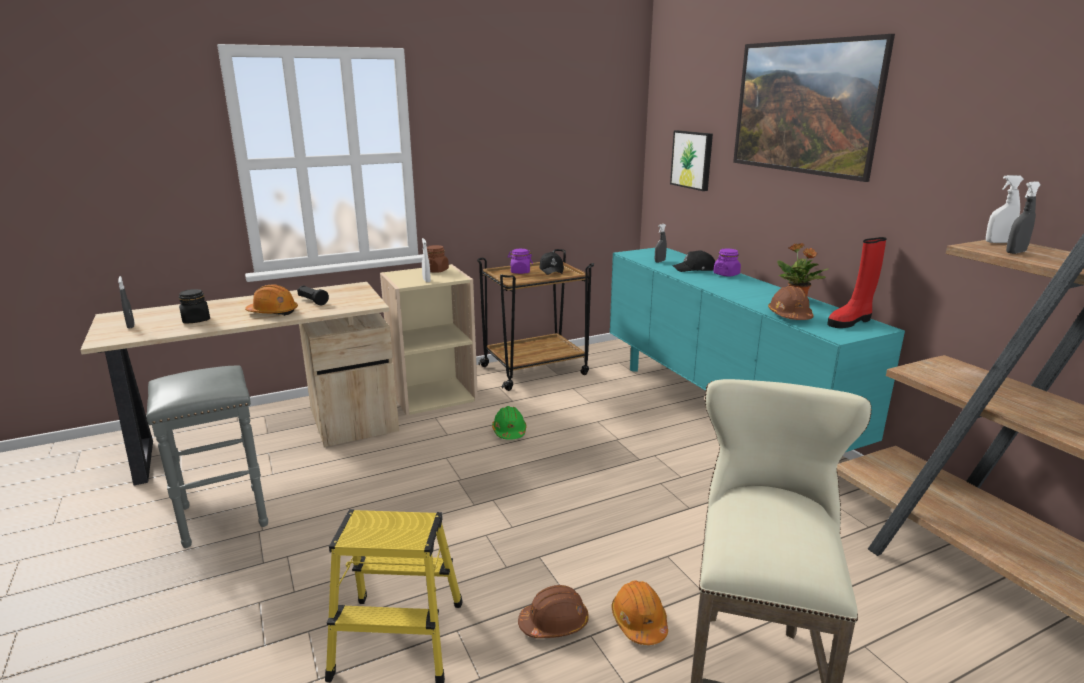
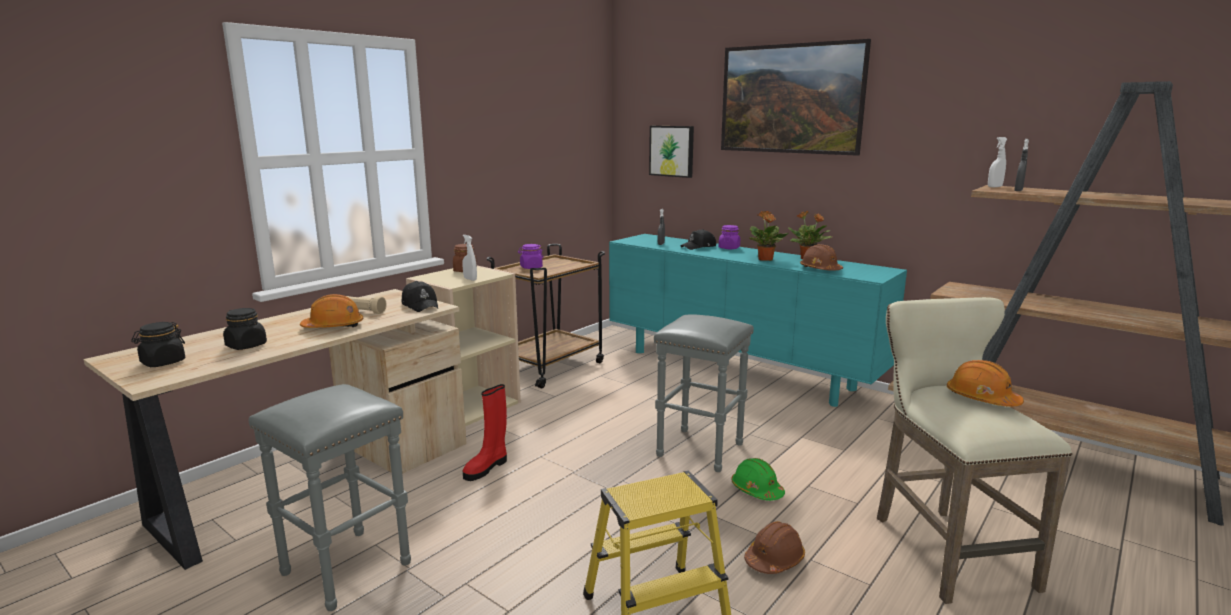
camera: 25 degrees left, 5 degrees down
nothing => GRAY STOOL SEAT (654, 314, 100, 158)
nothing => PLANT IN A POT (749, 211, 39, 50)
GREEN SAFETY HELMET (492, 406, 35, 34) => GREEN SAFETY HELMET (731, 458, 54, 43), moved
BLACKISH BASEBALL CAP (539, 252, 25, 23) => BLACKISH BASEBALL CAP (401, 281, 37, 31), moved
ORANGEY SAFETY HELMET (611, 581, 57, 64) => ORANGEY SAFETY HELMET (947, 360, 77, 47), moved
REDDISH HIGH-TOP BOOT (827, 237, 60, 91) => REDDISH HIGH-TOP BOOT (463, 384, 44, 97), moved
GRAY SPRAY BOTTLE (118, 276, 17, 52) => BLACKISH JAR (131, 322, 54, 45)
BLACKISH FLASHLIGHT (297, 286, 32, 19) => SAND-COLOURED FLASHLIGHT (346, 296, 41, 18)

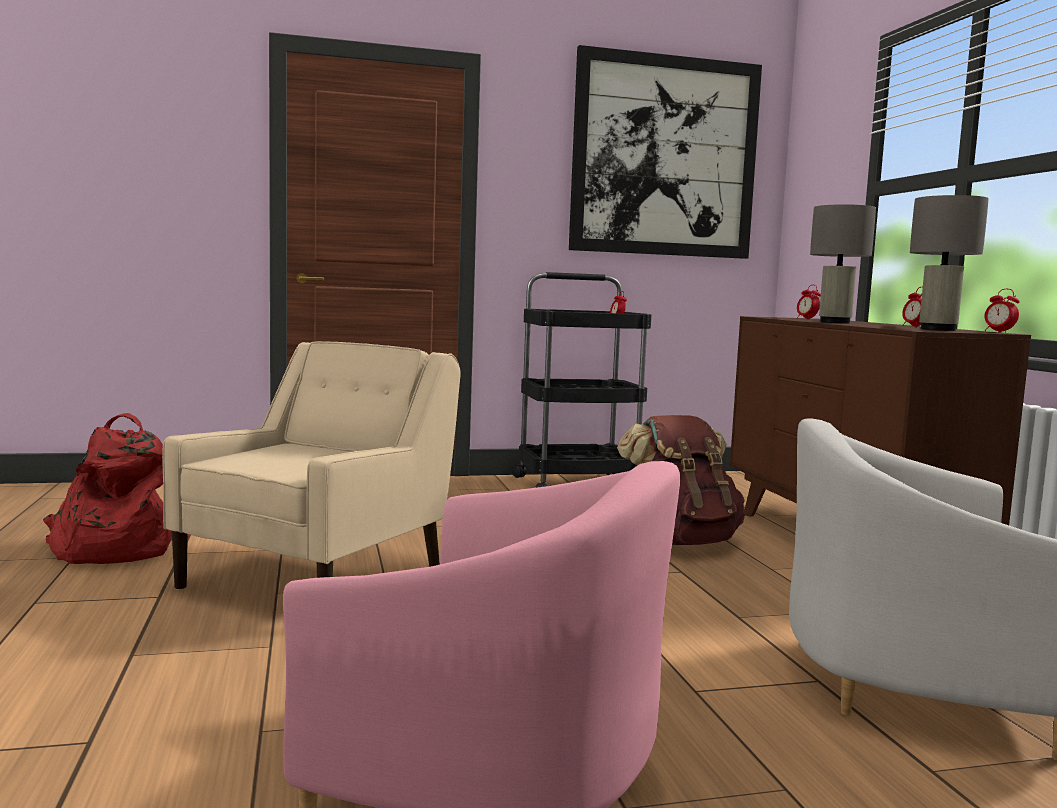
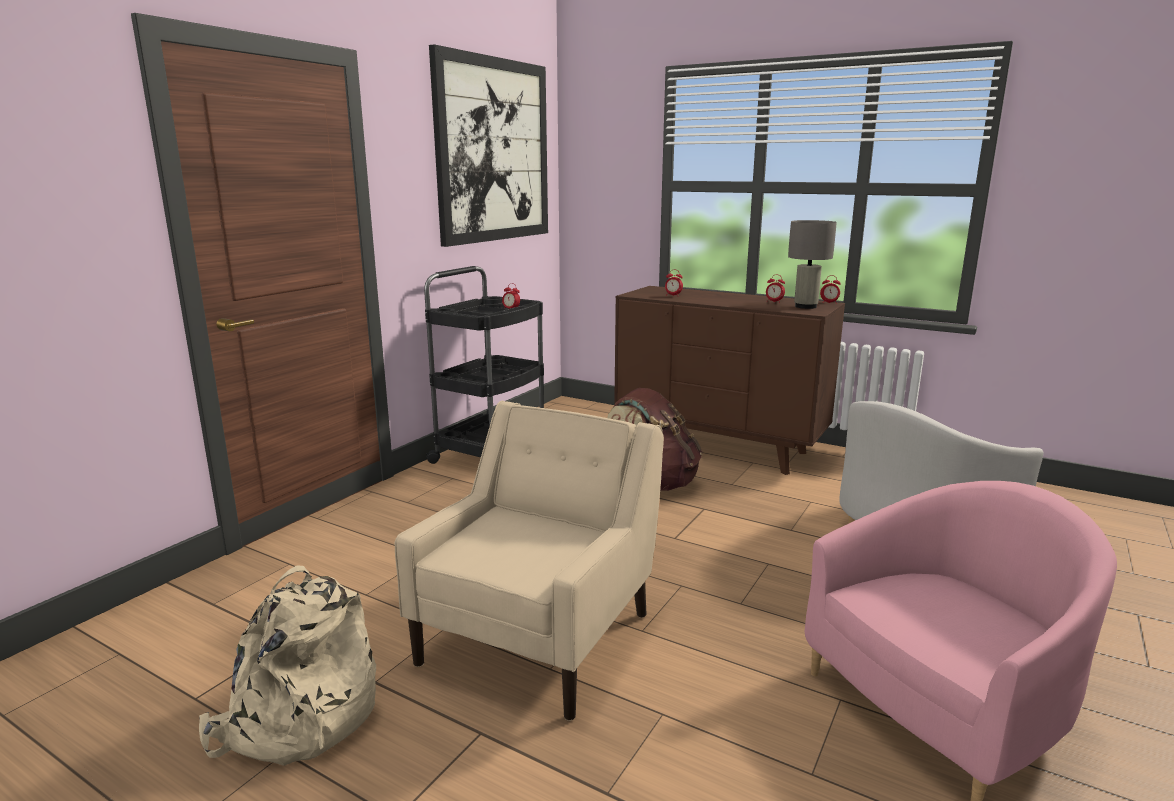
camera: 45 degrees left, 10 degrees up
GRAY TABLE LAMP (810, 204, 66, 120) => nothing
REDDISH KNAPSACK (43, 413, 147, 151) => SAND-COLOURED KNAPSACK (199, 565, 177, 201)
SAND-COLOURED EASY CHAIR (162, 341, 299, 249) => SAND-COLOURED EASY CHAIR (395, 401, 269, 320), 45 degrees clockwise

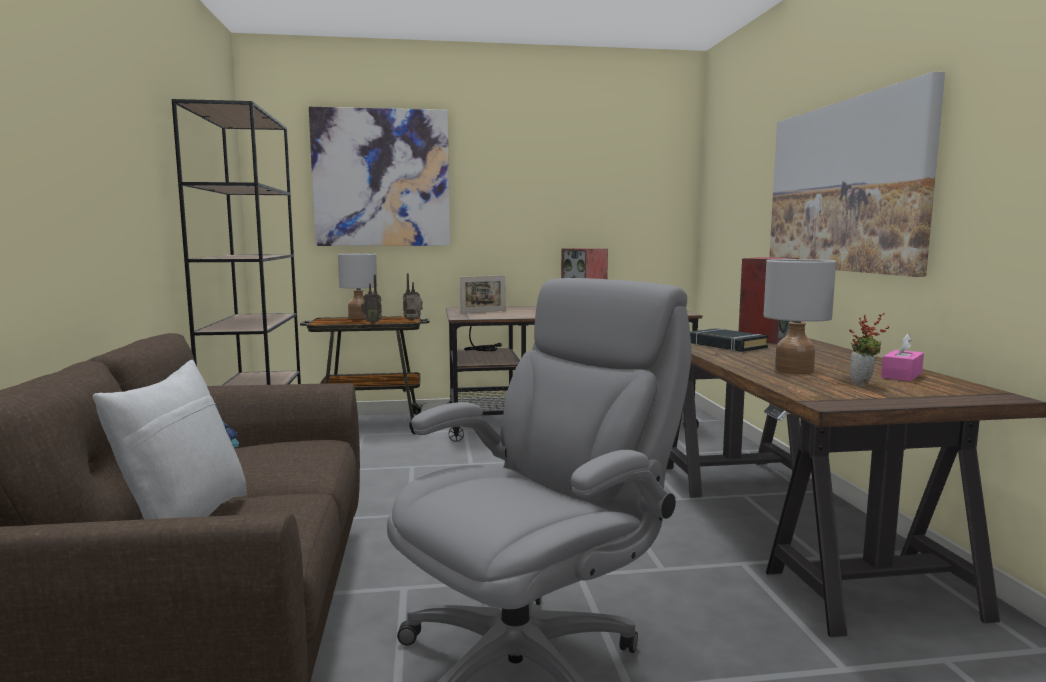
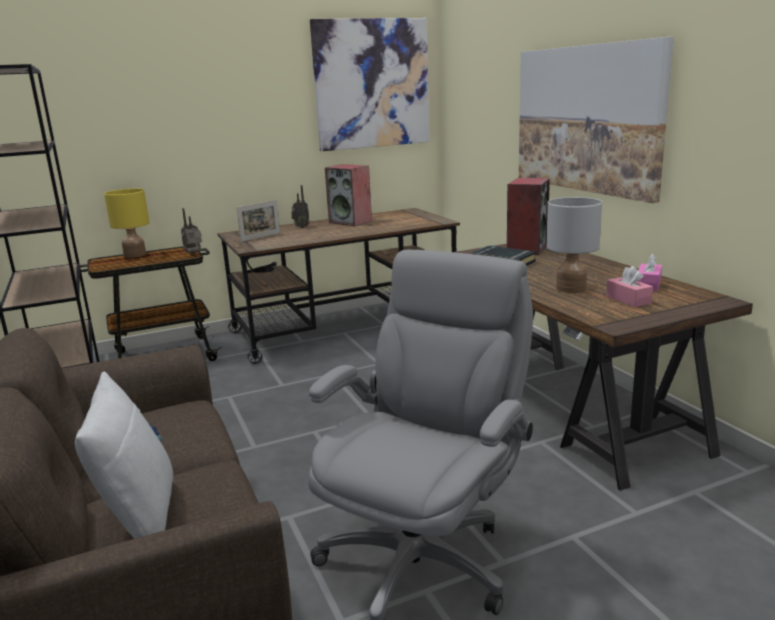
camera: 15 degrees left, 10 degrees up
PICTURE (309, 107, 141, 139) => PICTURE (310, 18, 120, 133), moved
RADIO SET (361, 275, 21, 48) => RADIO SET (291, 185, 19, 43), moved
PLANT IN A POT (849, 313, 41, 74) => PINKISH BOX OF TISSUES (606, 266, 47, 41)
GRAY TABLE LAMP (338, 253, 39, 66) => YELLOW-COLOURED TABLE LAMP (104, 189, 46, 69)

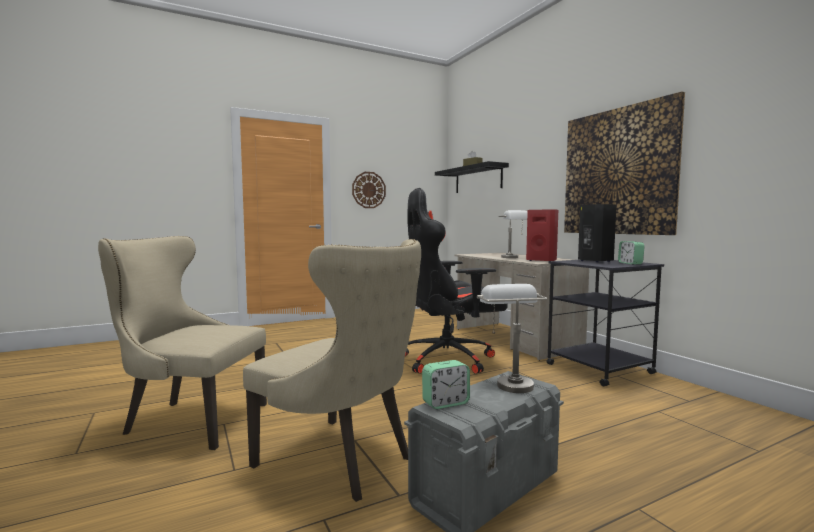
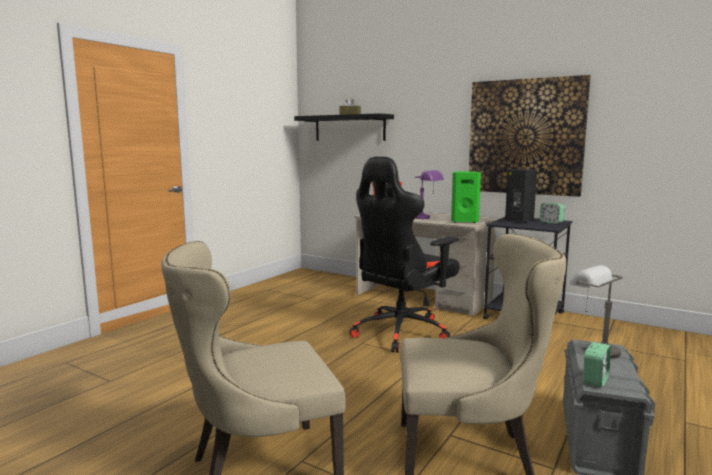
camera: 30 degrees left, 5 degrees up
WALL CLOCK (352, 172, 34, 36) => nothing
GRAY TABLE LAMP (498, 210, 30, 48) => PURPLE TABLE LAMP (415, 170, 29, 49)
REDDISH LOUDSPEAKER (526, 209, 32, 53) => GREEN LOUDSPEAKER (451, 171, 30, 52)

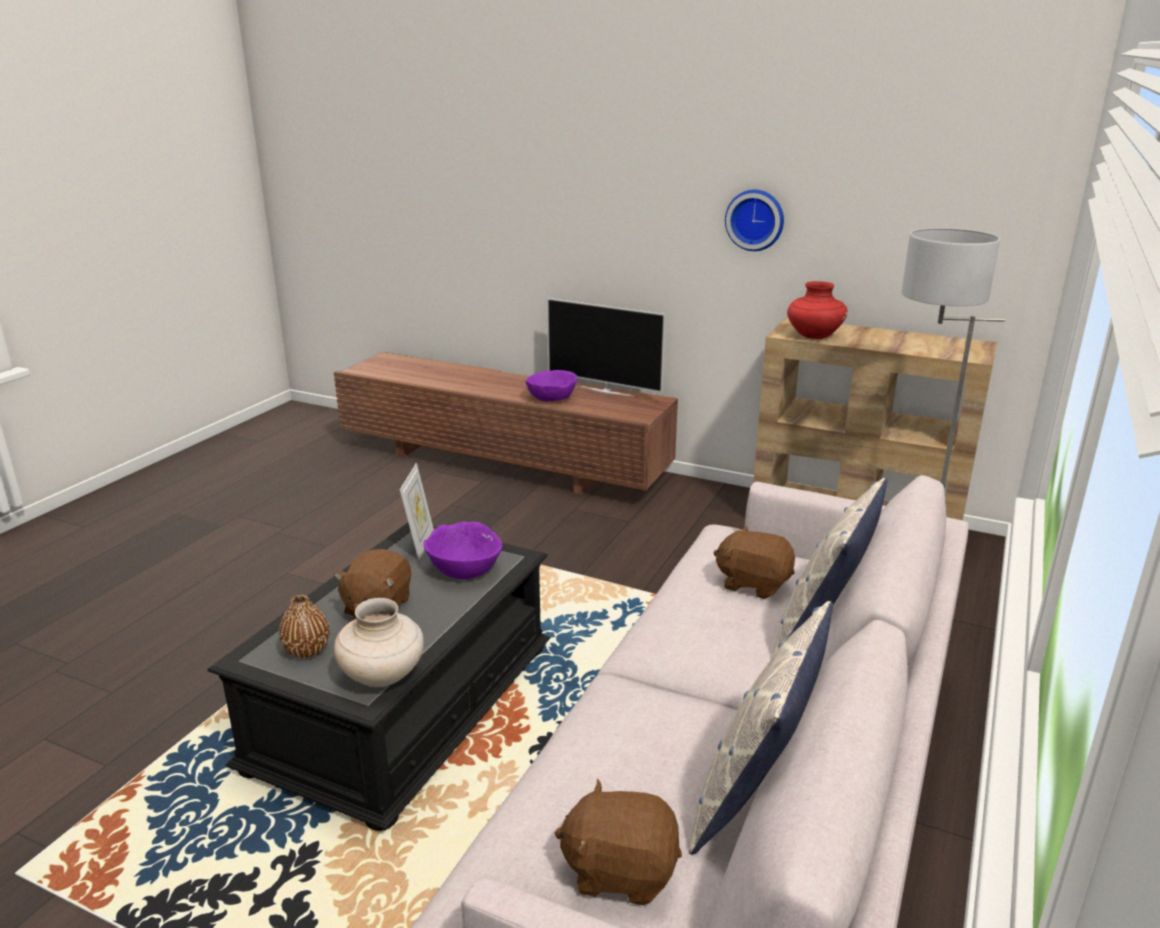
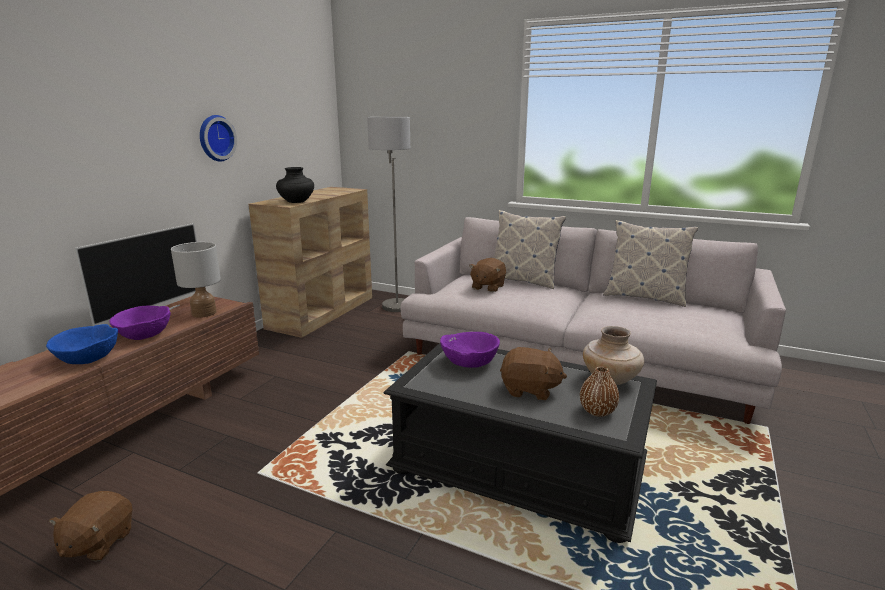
camera: 90 degrees left, 5 degrees down
STANDING FRAME (400, 463, 34, 97) => nothing
nothing => BLUE-COLOURED SERVING BOWL (46, 324, 72, 40)
nothing => GRAY TABLE LAMP (171, 242, 50, 76)
BROWNISH CUDDLY TOY (555, 779, 127, 126) => BROWNISH CUDDLY TOY (49, 491, 84, 71), moved
REDDISH VASE (787, 281, 61, 58) => BLACKISH VASE (276, 167, 38, 36)

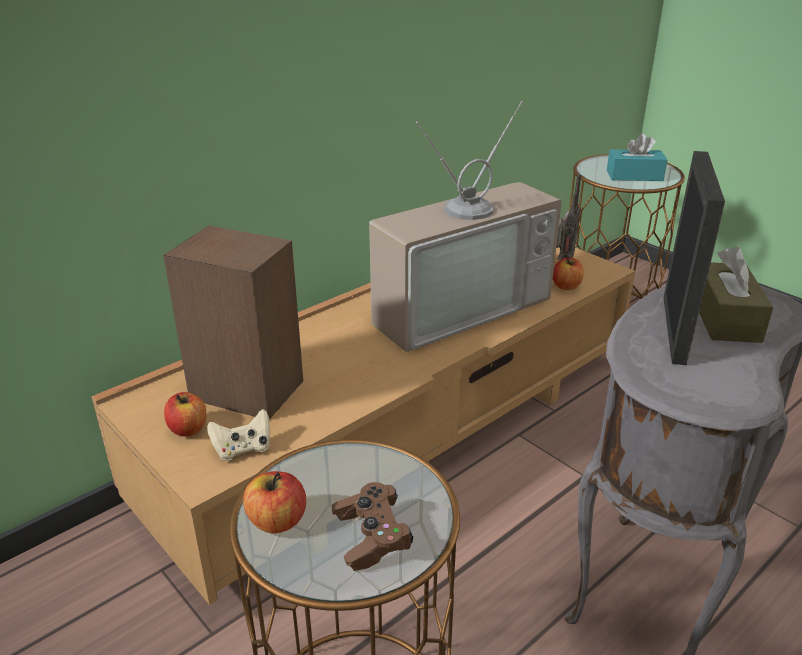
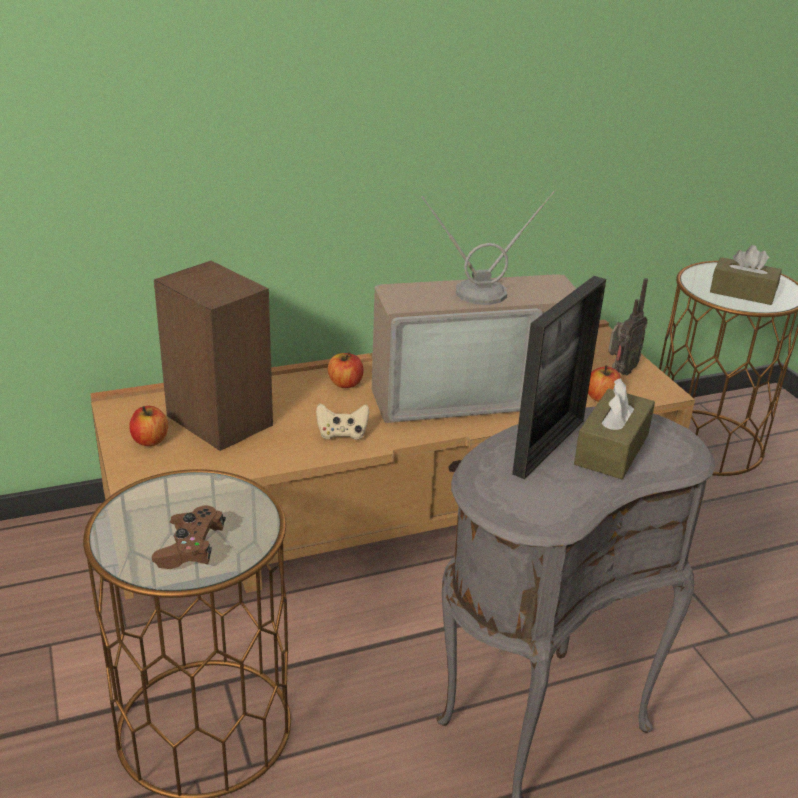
camera: 20 degrees right, 0 degrees up
SAND-COLOURED GAME CONTROLLER (207, 409, 63, 52) => SAND-COLOURED GAME CONTROLLER (316, 403, 53, 37), moved
APPLE (243, 471, 63, 63) => APPLE (328, 352, 36, 36), moved
TURQUOISE BOX OF TISSUES (607, 133, 61, 48) => BROWNISH BOX OF TISSUES (710, 245, 72, 60)

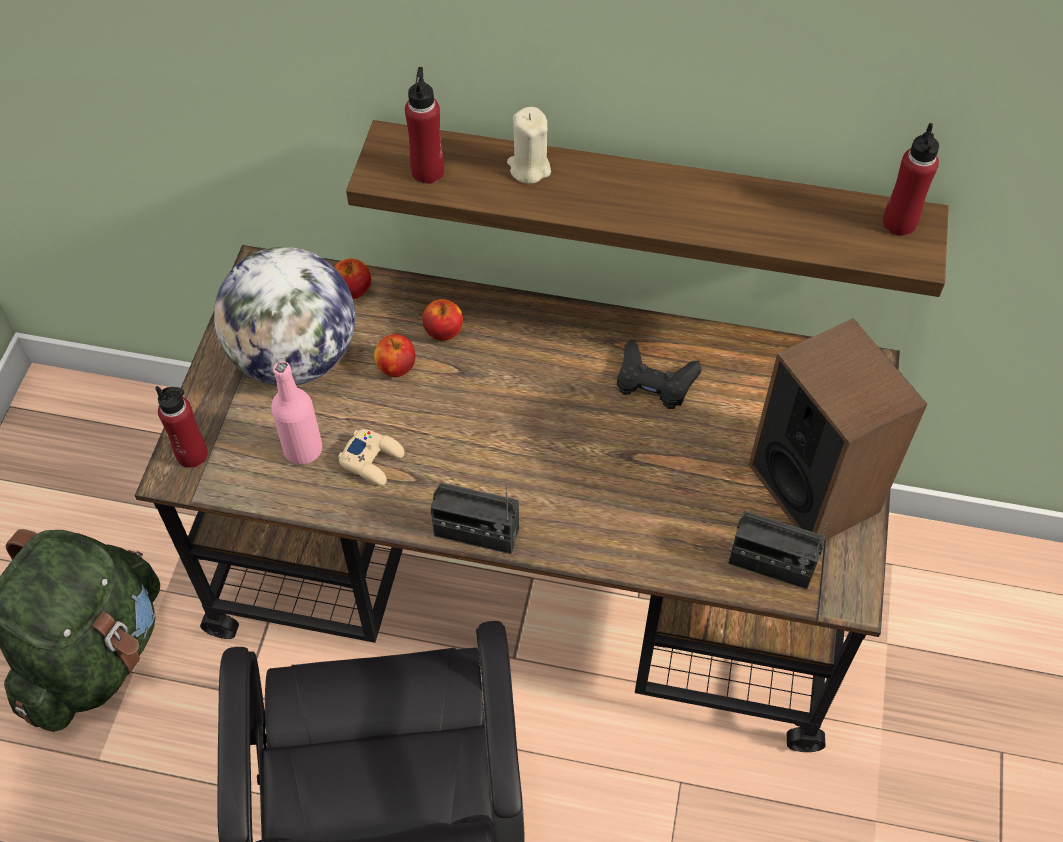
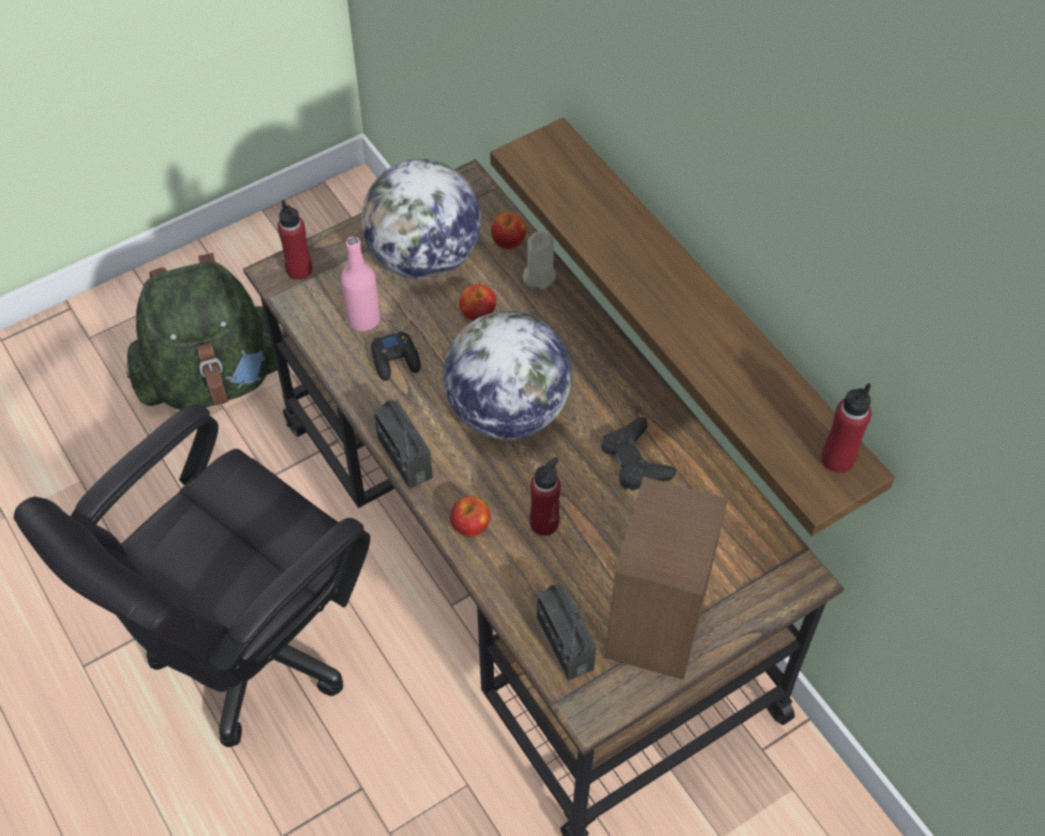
camera: 45 degrees right, 0 degrees up
nothing => GLOBE (443, 311, 129, 129)
REDDISH BEVERAGE BOTTLE (405, 67, 39, 117) => REDDISH BEVERAGE BOTTLE (530, 457, 31, 79), moved
APPLE (422, 299, 41, 42) => APPLE (450, 496, 40, 41), moved
SAND-COLOURED CANDLE (507, 107, 44, 77) => SAND-COLOURED CANDLE (523, 232, 33, 57), moved
SAND-COLOURED GAME CONTROLLER (338, 429, 67, 57) => BLACKISH GAME CONTROLLER (371, 331, 50, 50)

